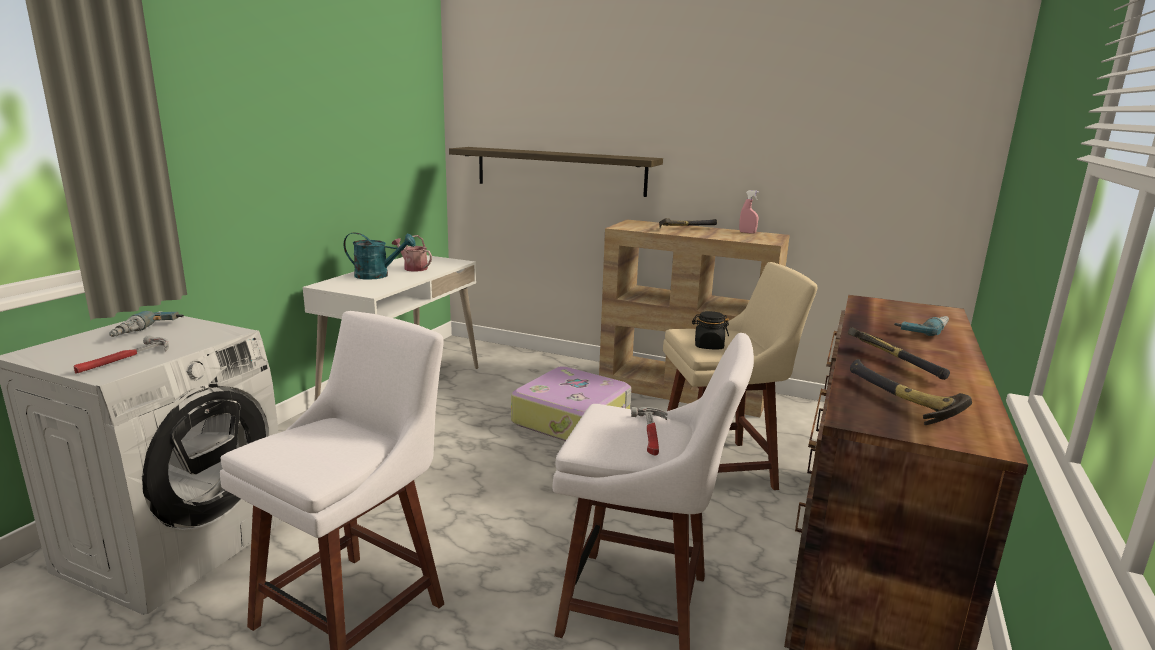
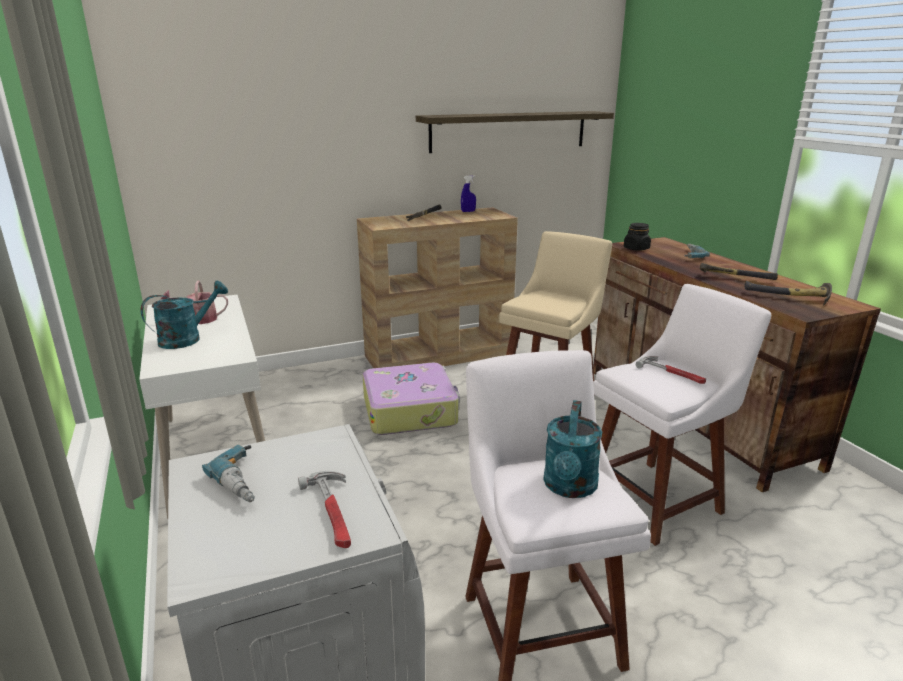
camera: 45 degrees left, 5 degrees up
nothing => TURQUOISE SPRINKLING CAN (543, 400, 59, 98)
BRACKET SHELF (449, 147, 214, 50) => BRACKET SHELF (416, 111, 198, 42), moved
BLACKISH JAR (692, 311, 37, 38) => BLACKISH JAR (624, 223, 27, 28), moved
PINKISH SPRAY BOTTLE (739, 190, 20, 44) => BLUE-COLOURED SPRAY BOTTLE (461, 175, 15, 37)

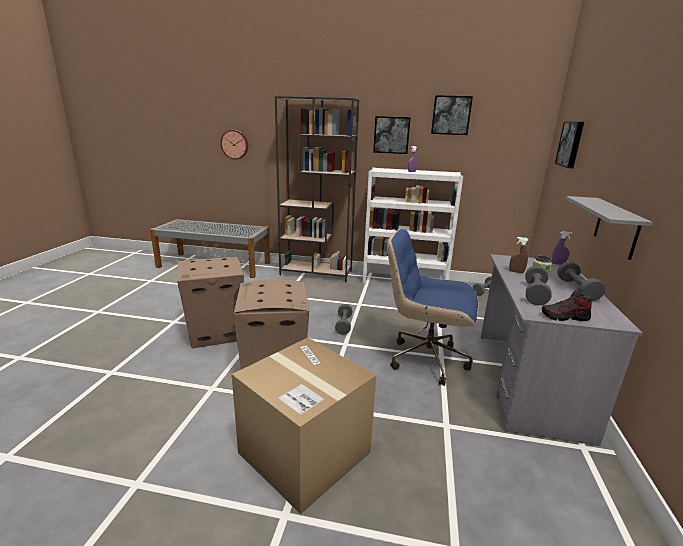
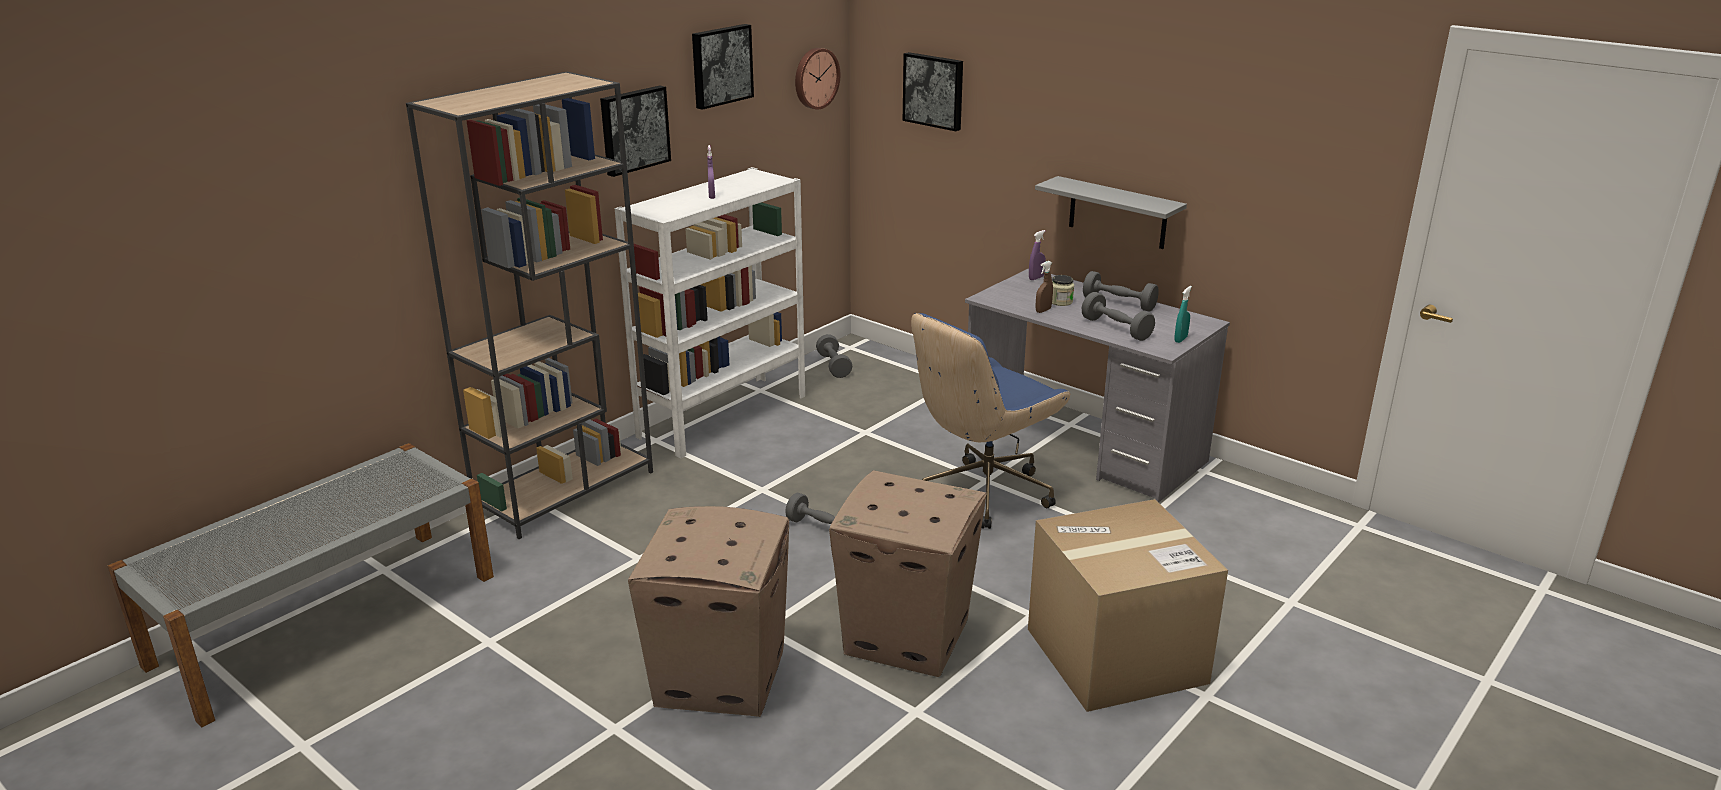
camera: 60 degrees left, 5 degrees up
WALL CLOCK (220, 130, 28, 30) => WALL CLOCK (795, 48, 45, 62), moved
SHOE (542, 289, 50, 32) => TURQUOISE SPRAY BOTTLE (1174, 286, 18, 57)

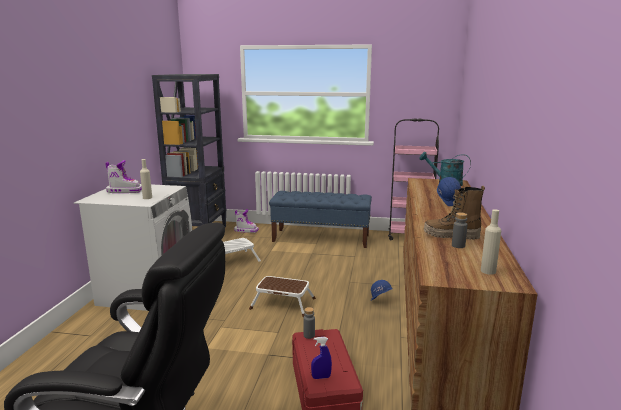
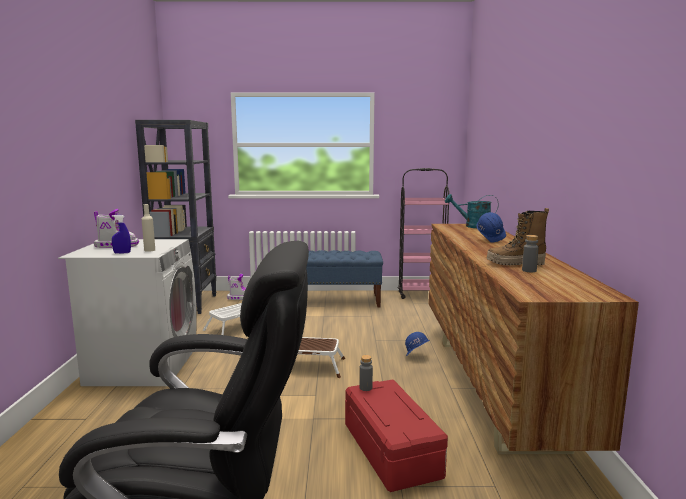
camera: 10 degrees left, 5 degrees down
SAND-COLOURED BEVERAGE BOTTLE (481, 209, 20, 66) => nothing
BLUE-COLOURED SPRAY BOTTLE (311, 337, 21, 42) => BLUE-COLOURED SPRAY BOTTLE (112, 215, 19, 39), moved

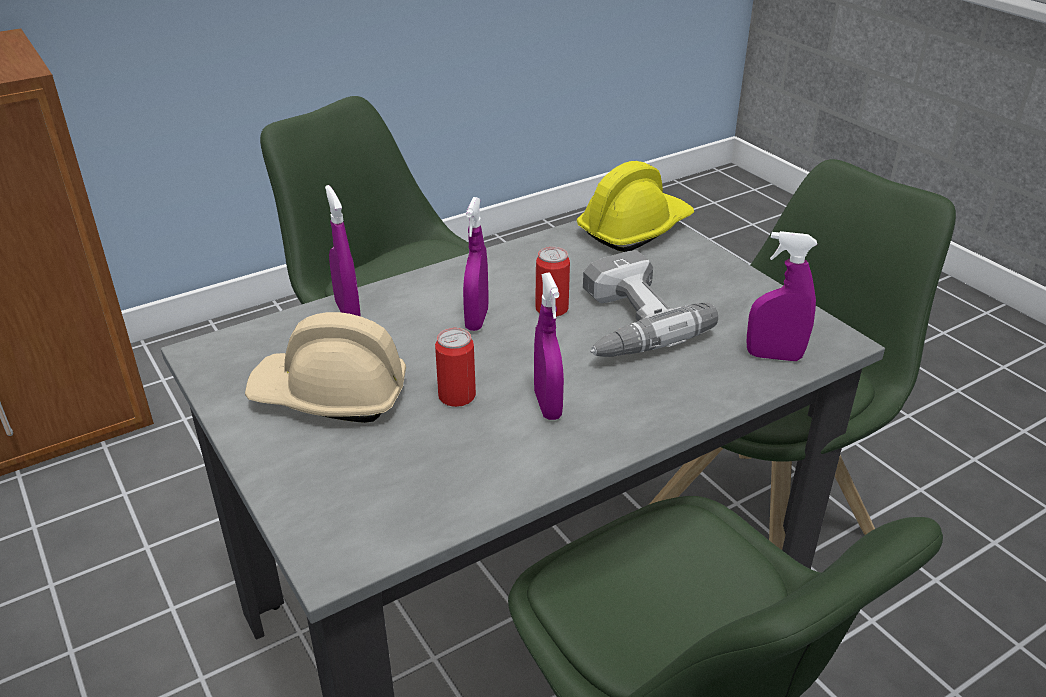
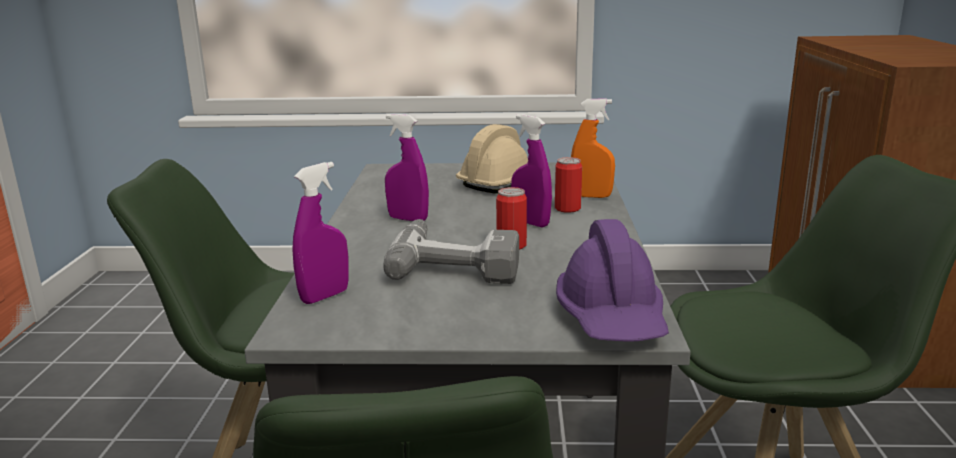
camera: 125 degrees right, 15 degrees down
CAN (435, 328, 41, 79) => CAN (555, 157, 27, 56), moved
PURPLE SPRAY BOTTLE (325, 185, 36, 132) => ORANGEY SPRAY BOTTLE (571, 99, 44, 99)
YELLOW-COLOURED SAFETY HELMET (577, 161, 117, 91) => PURPLE SAFETY HELMET (556, 219, 113, 123)

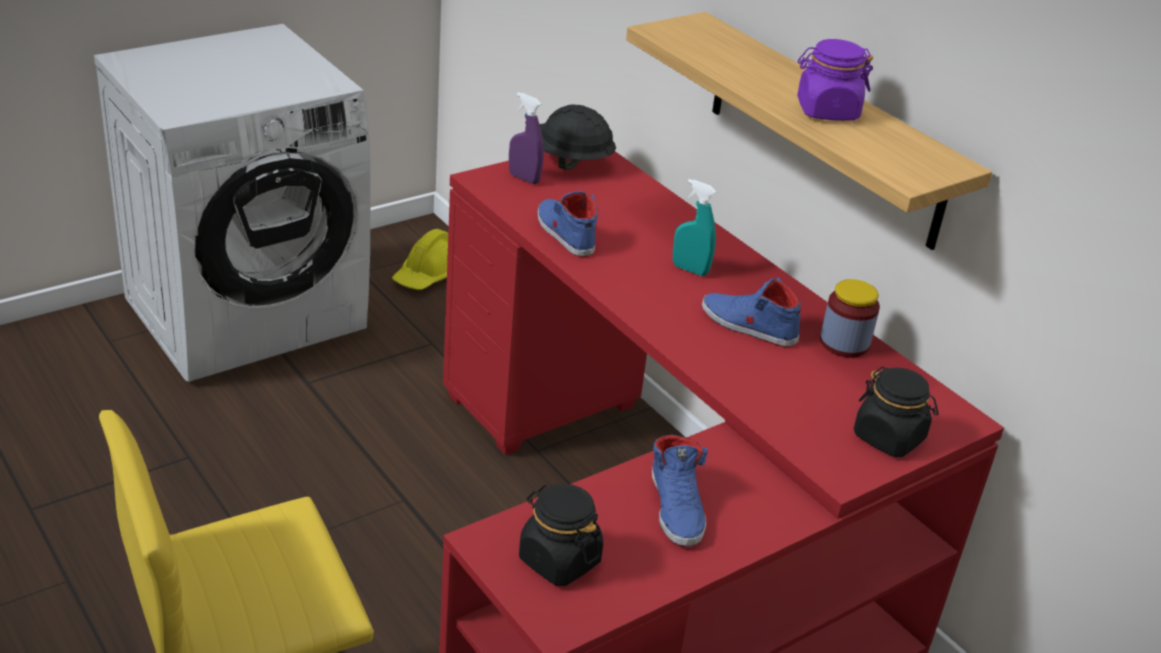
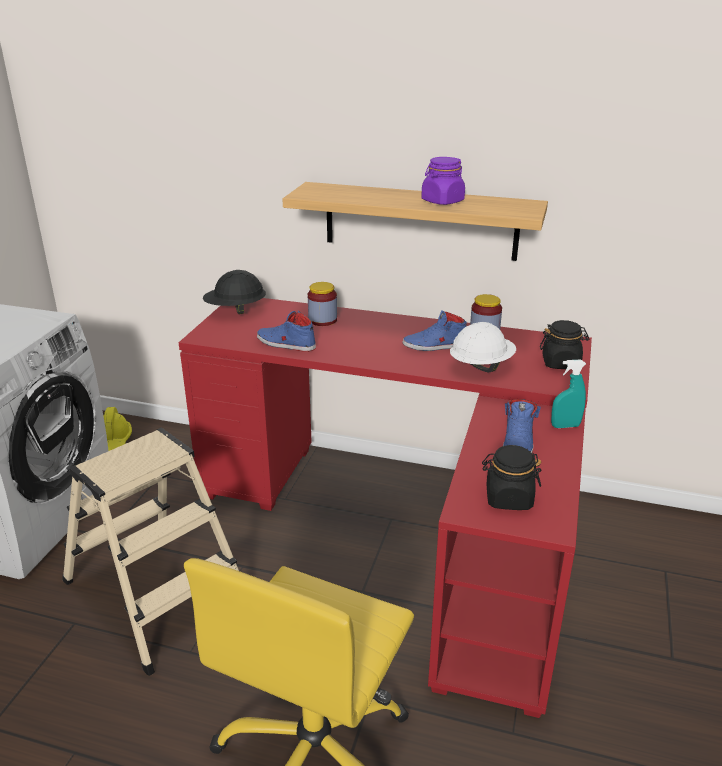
camera: 35 degrees left, 5 degrees down
PURPLE SPRAY BOTTLE (509, 92, 35, 92) => nothing
nothing => SAND-COLOURED STEP STOOL (62, 427, 177, 249)
nothing => JAR (308, 282, 29, 44)
nothing => WHITISH SAFETY HELMET (450, 322, 66, 51)
TURQUOISE SPRAY BOTTLE (673, 179, 44, 97) => TURQUOISE SPRAY BOTTLE (551, 360, 35, 68), moved
BLUE-COLOURED SHOE (652, 434, 56, 112) => BLUE-COLOURED SHOE (503, 399, 38, 54), 60 degrees clockwise

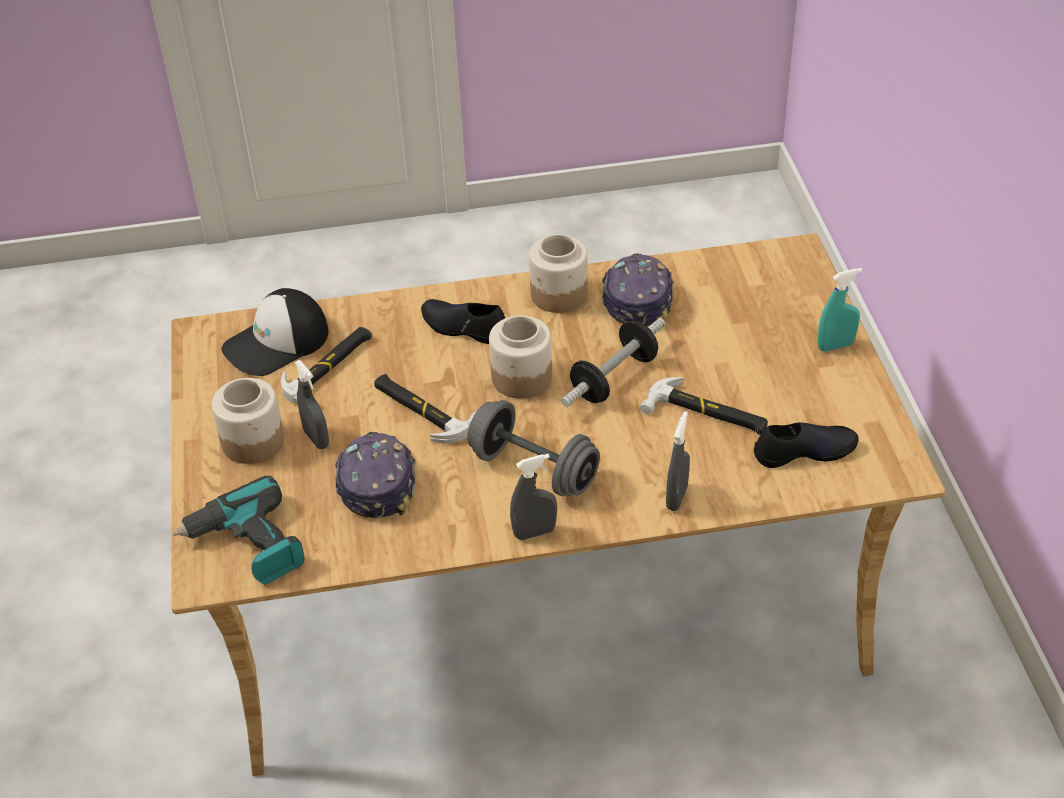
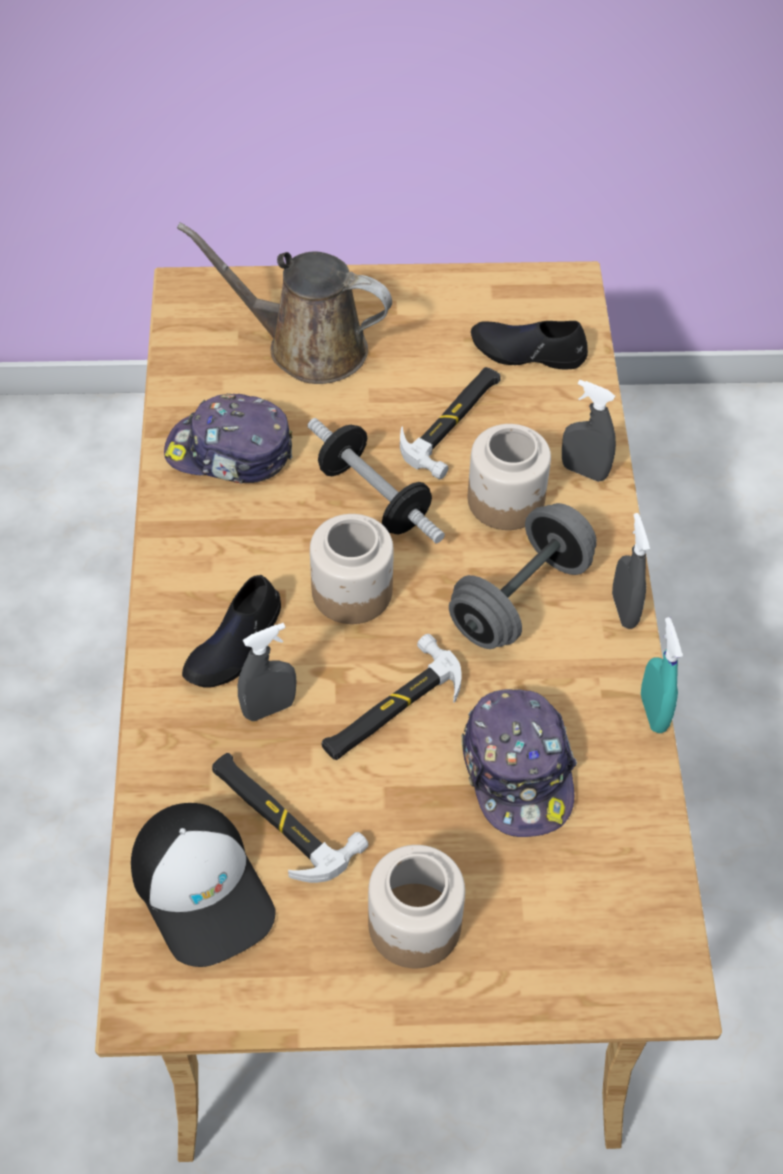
camera: 85 degrees left, 10 degrees up
POWER DRILL (173, 476, 131, 109) => nothing
nothing => BROWNISH SPRINKLING CAN (177, 222, 215, 162)
GRAY SPRAY BOTTLE (295, 360, 34, 89) => GRAY SPRAY BOTTLE (238, 623, 59, 98), moved
JAR (529, 234, 59, 79) => JAR (468, 424, 83, 106), moved
TURQUOISE SPRAY BOTTLE (818, 268, 44, 84) => TURQUOISE SPRAY BOTTLE (641, 617, 42, 116), moved
BASEBALL CAP (335, 432, 81, 87) => BASEBALL CAP (462, 689, 115, 148), 105 degrees counterclockwise
BLACKISH SHOE (754, 422, 105, 46) => BLACKISH SHOE (471, 321, 117, 48), 75 degrees counterclockwise

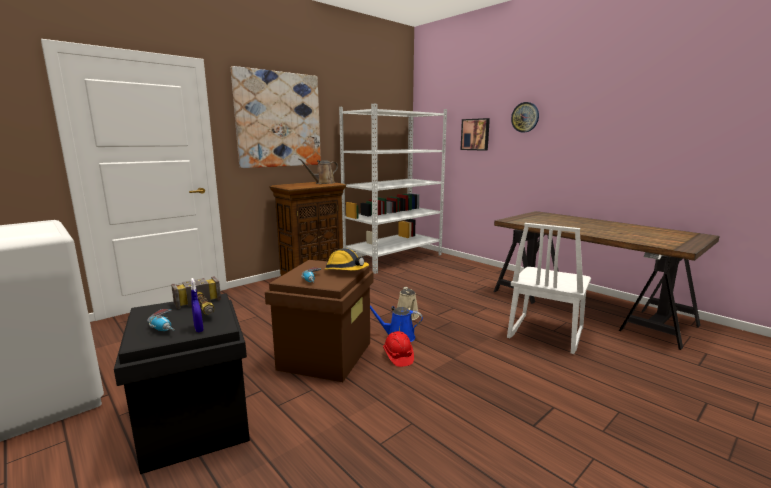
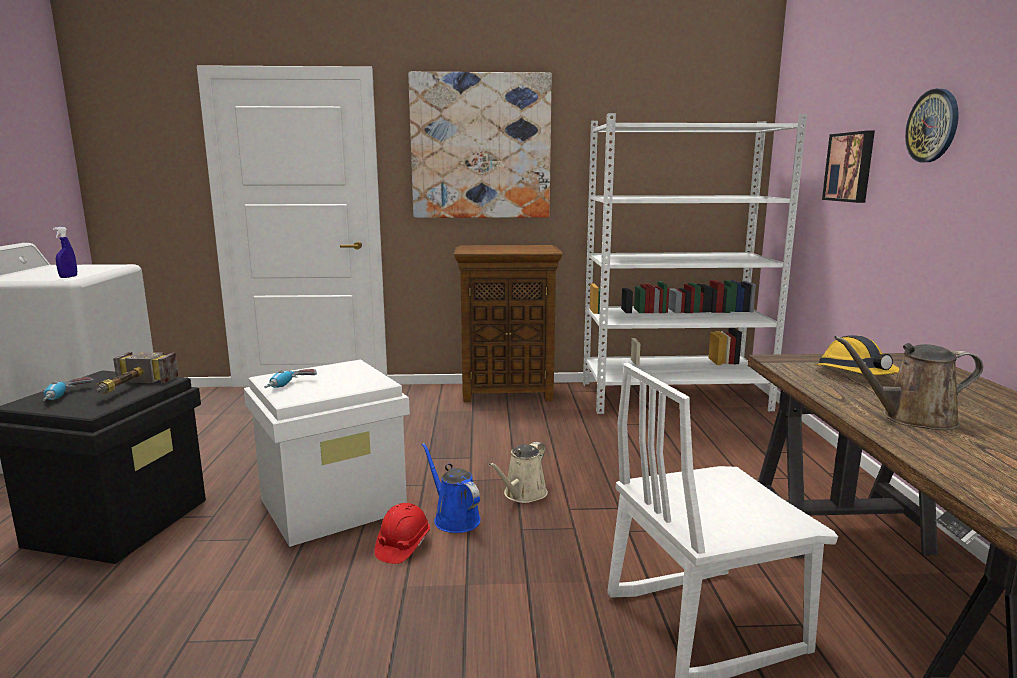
camera: 40 degrees right, 0 degrees up
BLUE-COLOURED SPRAY BOTTLE (191, 278, 13, 54) => BLUE-COLOURED SPRAY BOTTLE (53, 227, 24, 51), moved
BROWNISH SPRINKLING CAN (298, 158, 40, 26) => BROWNISH SPRINKLING CAN (834, 336, 149, 94), moved
SAFETY HELMET (324, 248, 45, 23) => SAFETY HELMET (814, 335, 86, 40), moved
BROWNISH STORAGE BIN (265, 260, 108, 122) => WHITISH STORAGE BIN (244, 359, 166, 188)

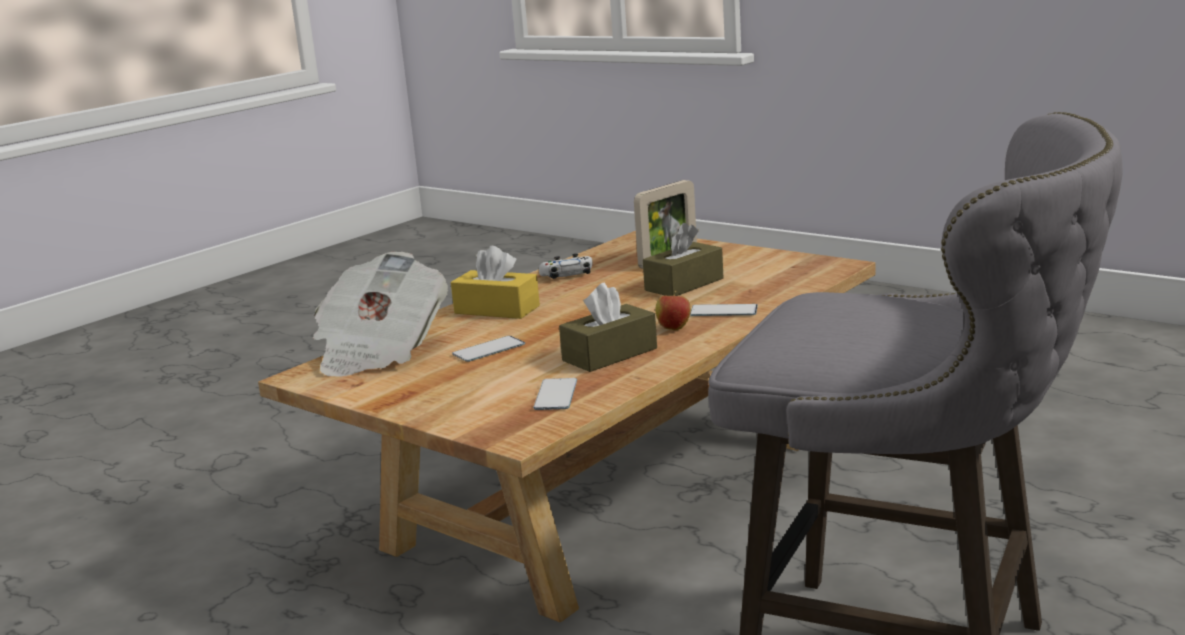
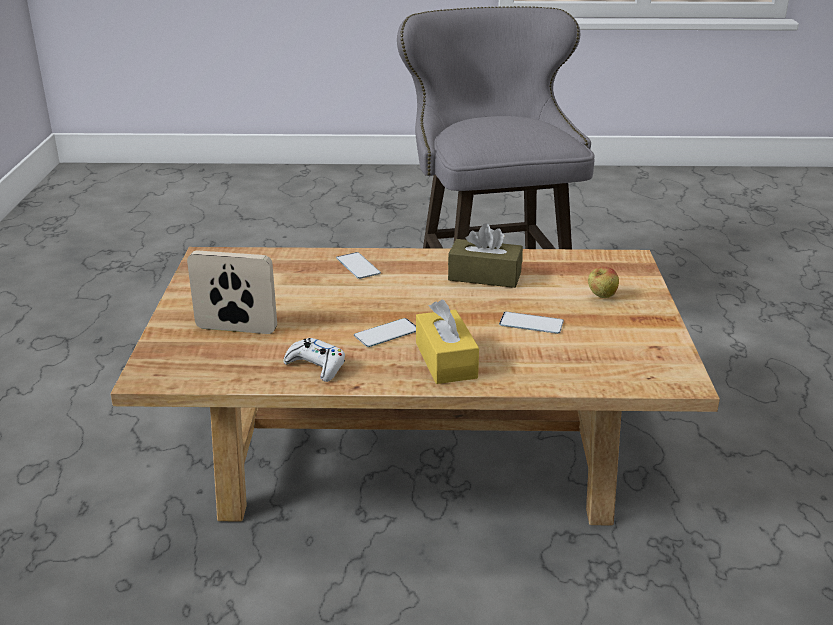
camera: 130 degrees left, 10 degrees up
NEWSPAPER (313, 252, 135, 124) => nothing
BROWNISH BOX OF TISSUES (643, 223, 80, 73) => nothing
PHONE (533, 378, 44, 32) => PHONE (354, 318, 62, 29), moved
APPLE (655, 291, 36, 40) => APPLE (588, 267, 31, 31), moved

